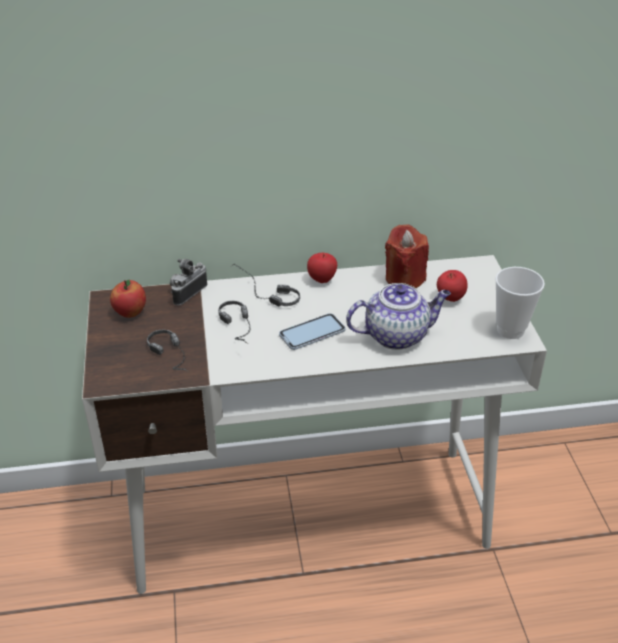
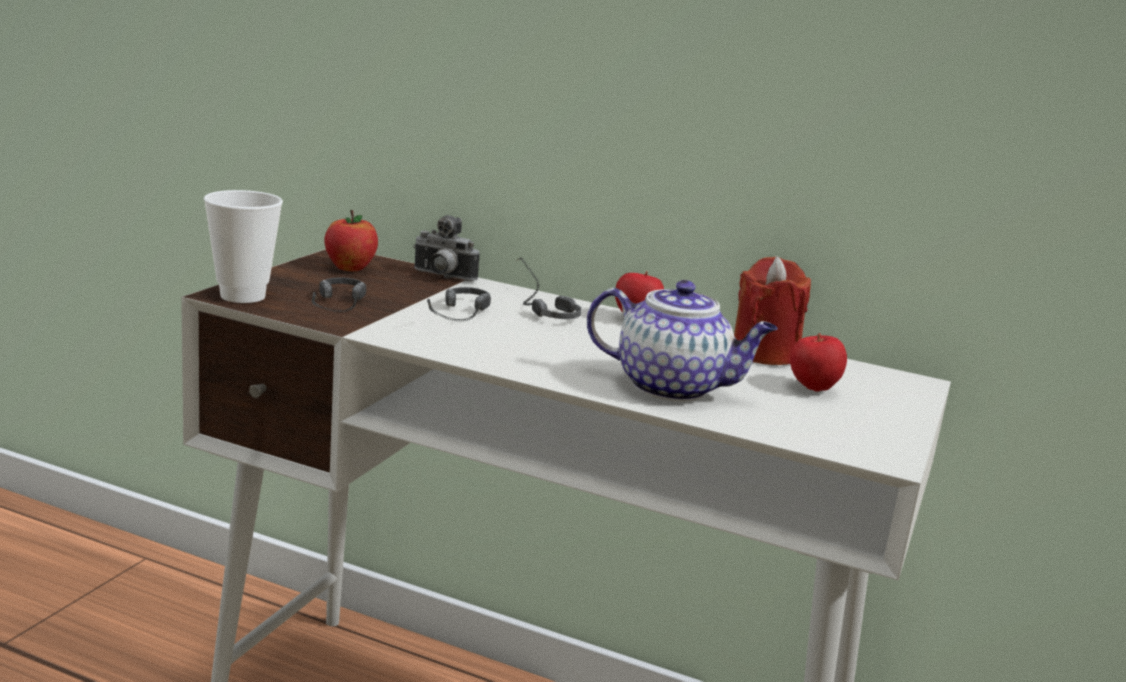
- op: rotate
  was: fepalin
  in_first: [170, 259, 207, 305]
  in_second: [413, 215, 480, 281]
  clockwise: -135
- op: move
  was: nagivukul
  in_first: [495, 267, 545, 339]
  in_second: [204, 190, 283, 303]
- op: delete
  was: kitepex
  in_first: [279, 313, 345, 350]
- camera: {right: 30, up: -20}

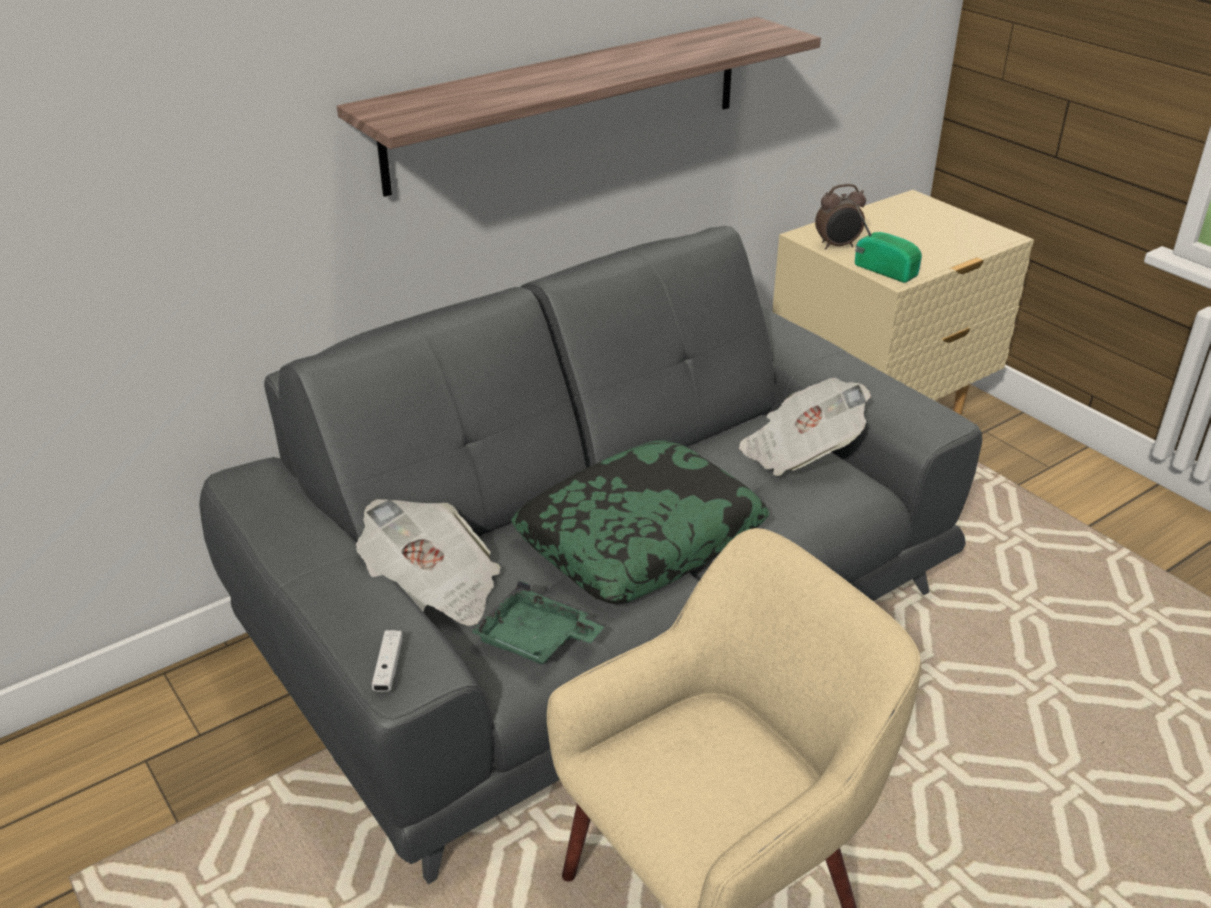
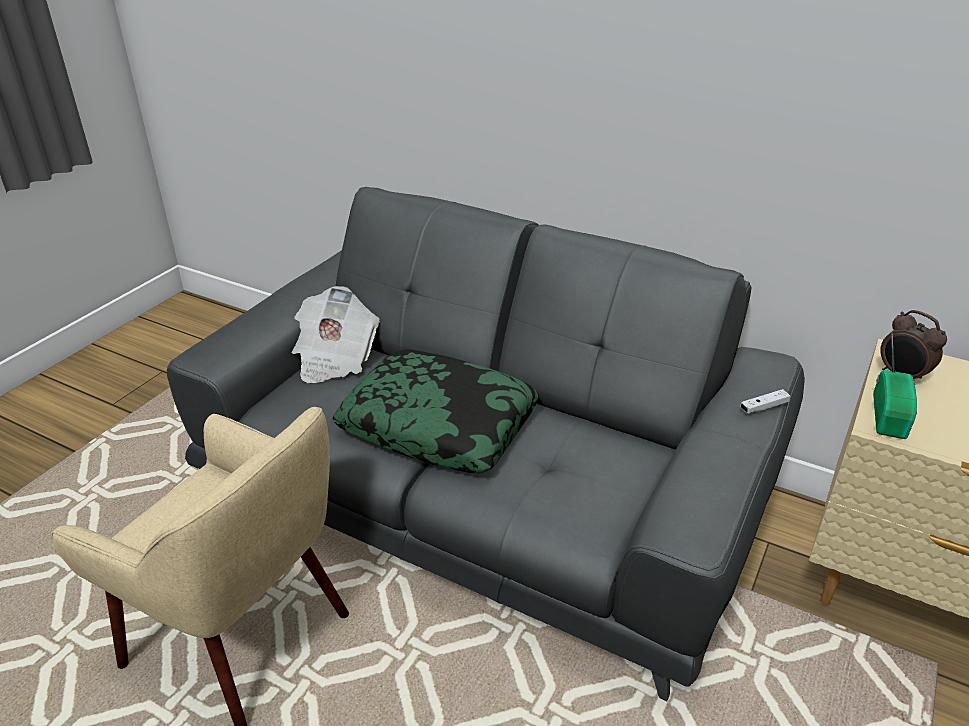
- op: delete
  was: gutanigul
  in_first: [337, 17, 821, 197]
- op: delete
  was: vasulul
  in_first: [739, 378, 871, 476]
- op: delete
  was: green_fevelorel
  in_first: [470, 580, 604, 664]
- op: move
  was: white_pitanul
  in_first: [372, 630, 403, 692]
  in_second: [740, 389, 791, 414]
- camera: {right: 65, up: 0}

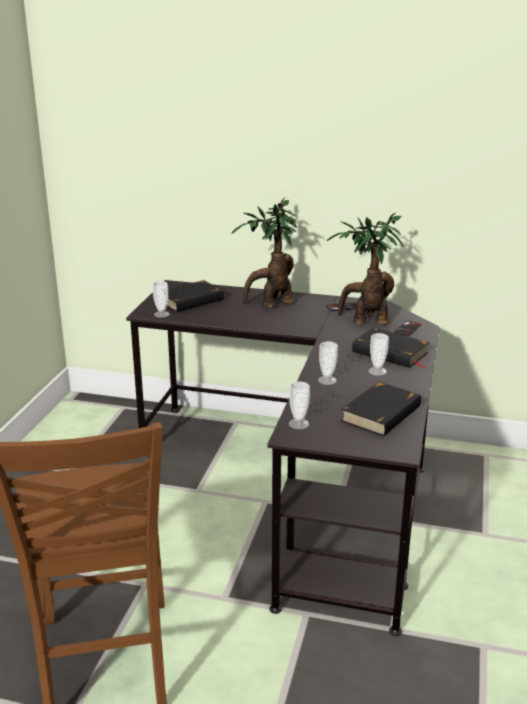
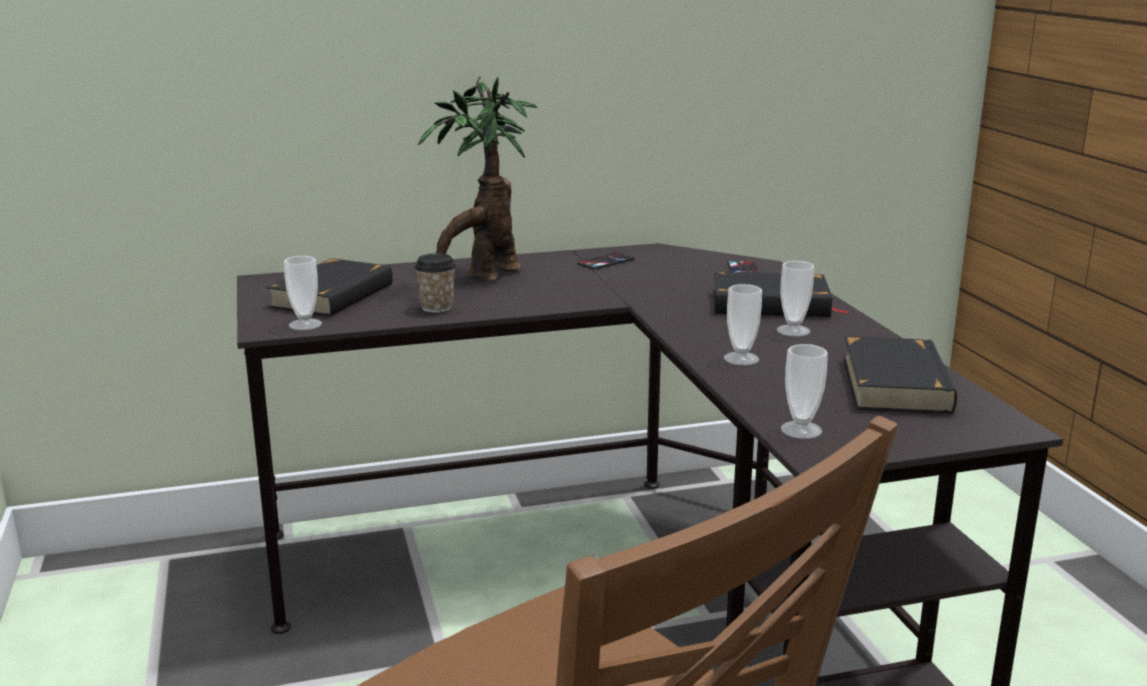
- op: delete
  was: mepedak
  in_first: [327, 213, 403, 325]
- op: insert
  now: nagivukul
  in_second: [415, 253, 456, 313]
- camera: {right: -30, up: -5}

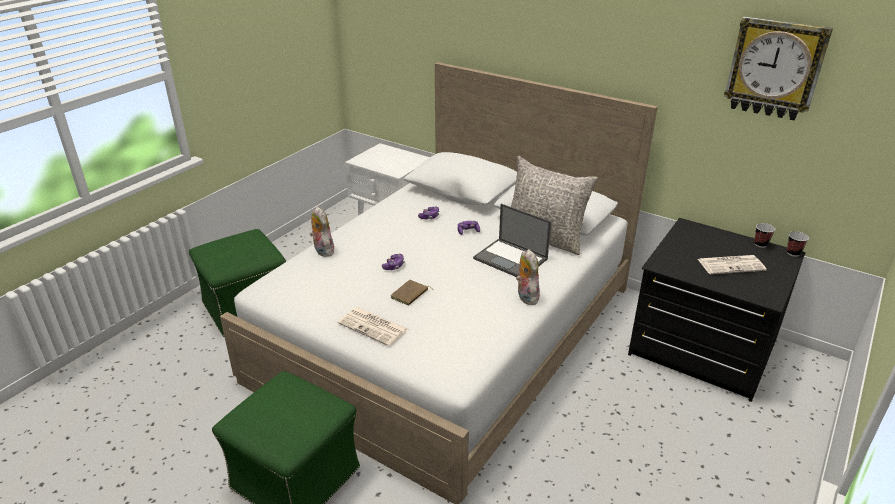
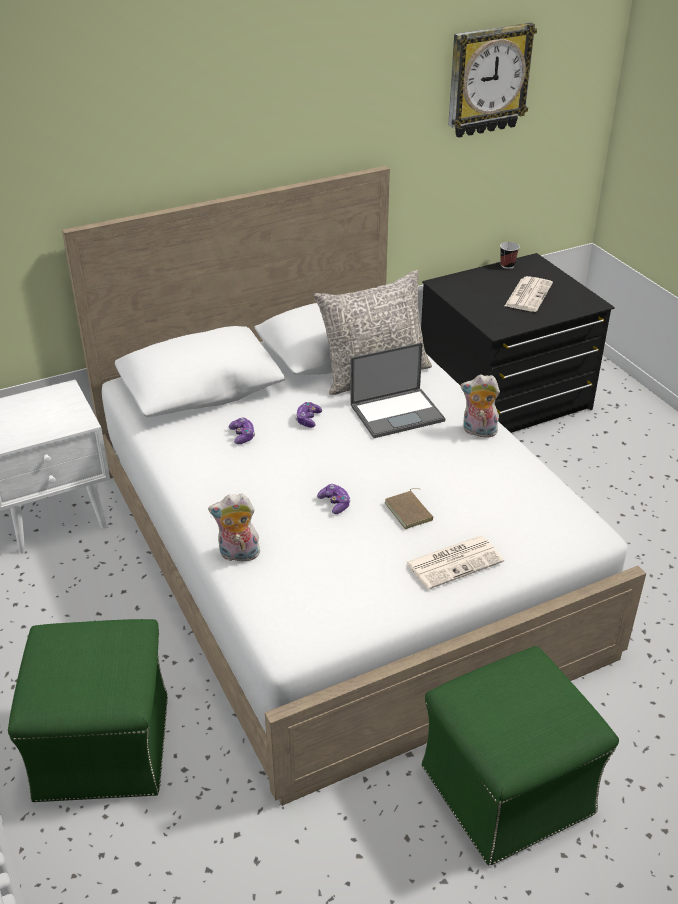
- op: delete
  was: nagivukul
  in_first: [787, 231, 809, 257]
- camera: {right: -60, up: 5}

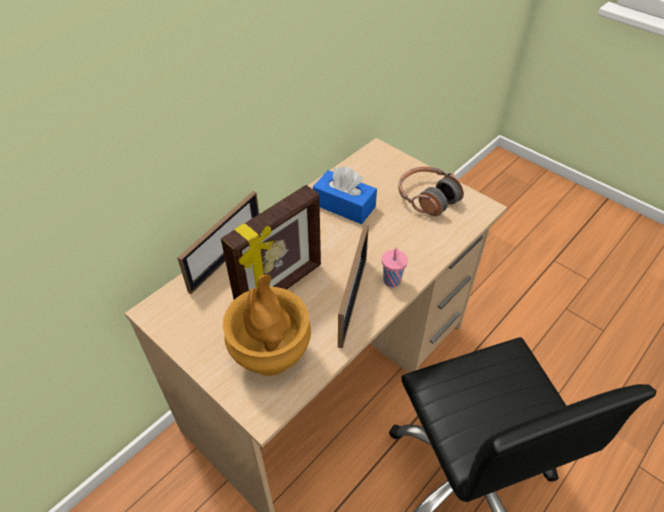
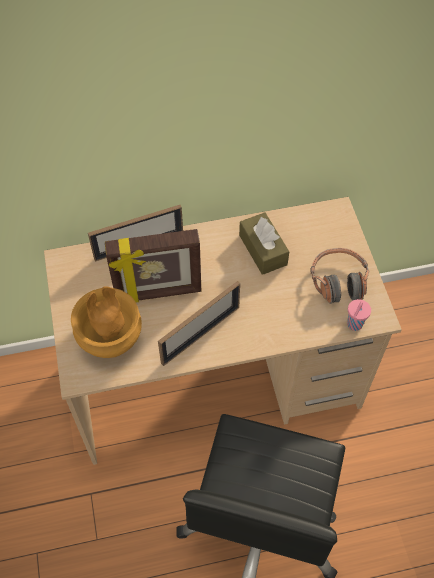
- op: recolor
  was: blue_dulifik
  now: brown_dulifik
  in_first: [313, 167, 377, 224]
  in_second: [239, 212, 289, 275]
- op: move
  was: pink_nagivukul
  in_first: [382, 247, 408, 288]
  in_second: [347, 299, 371, 331]
- camera: {right: 35, up: 10}

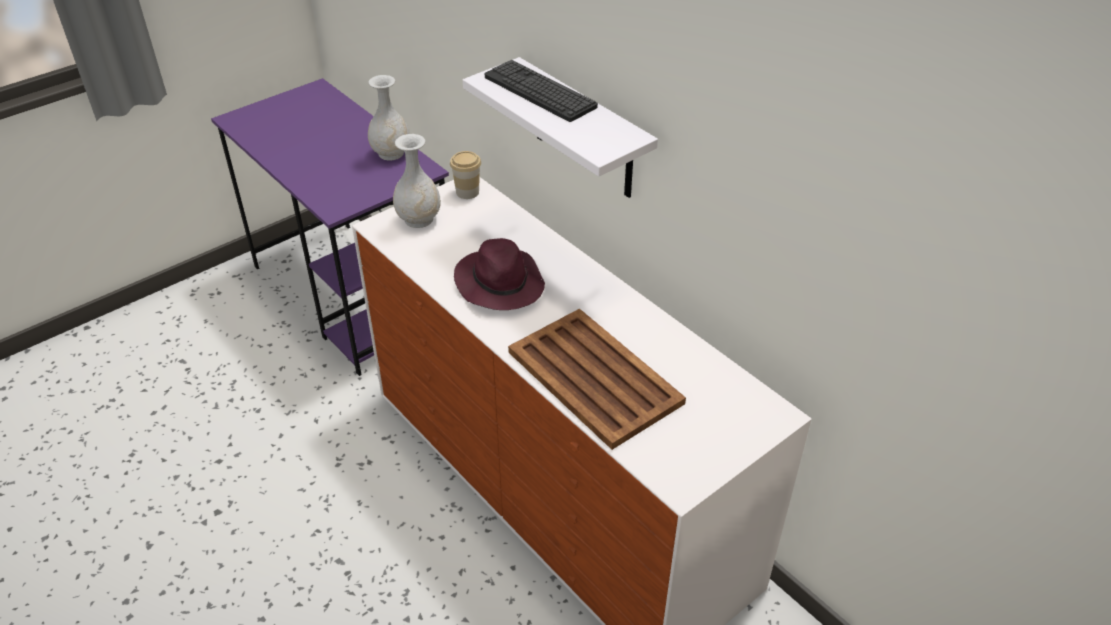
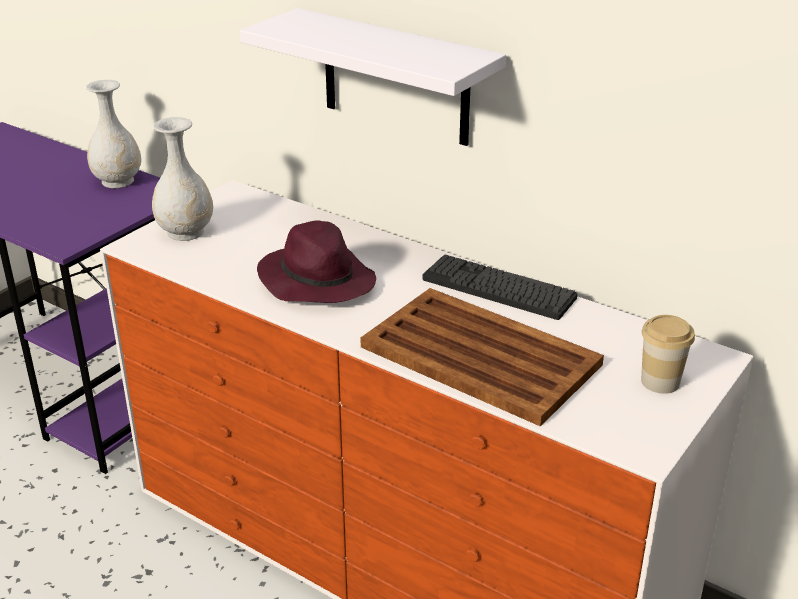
- op: move
  was: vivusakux
  in_first: [485, 60, 598, 122]
  in_second: [423, 255, 577, 320]
- op: move
  was: nagivukul
  in_first: [450, 151, 481, 199]
  in_second: [641, 315, 695, 394]
- camera: {right: -15, up: -10}

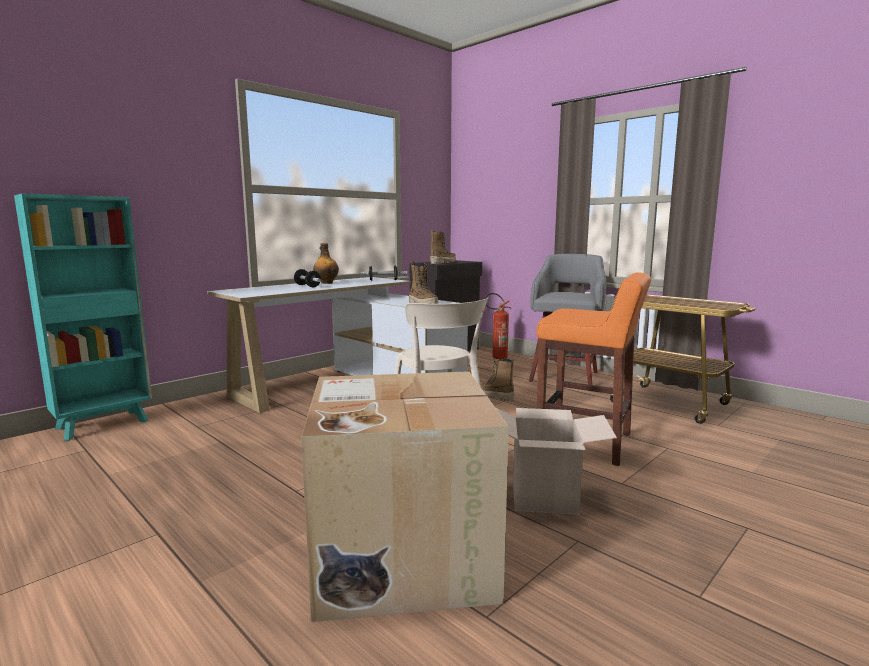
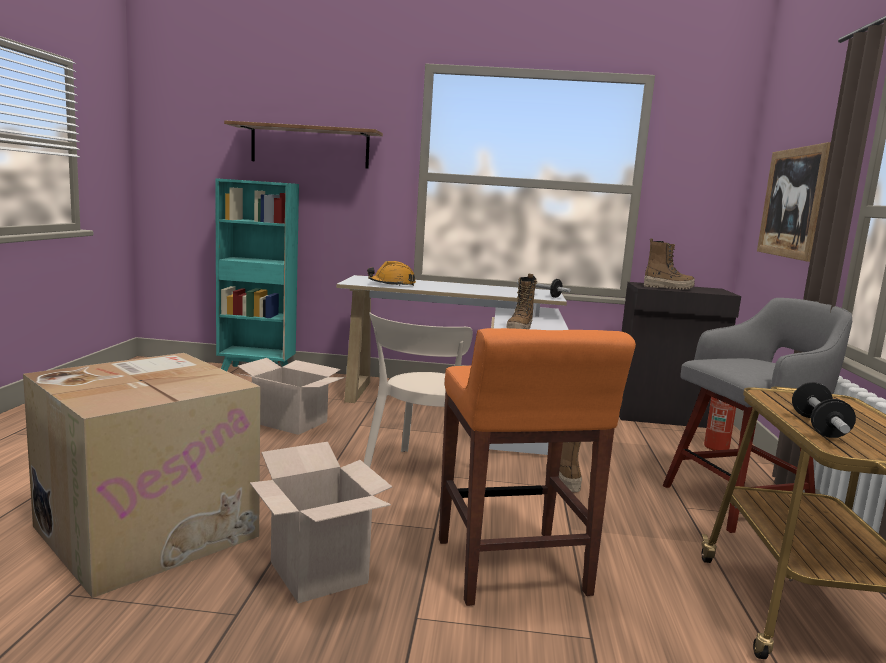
- op: delete
  was: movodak
  in_first: [313, 243, 339, 284]
- op: move
  was: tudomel
  in_first: [294, 269, 321, 287]
  in_second: [792, 382, 856, 438]
- op: insert
  now: gutanigul
  in_second: [224, 120, 383, 169]
- op: insert
  now: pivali
  in_second: [757, 142, 831, 262]
- op: insert
  now: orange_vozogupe
  in_second: [367, 261, 416, 286]
- op: insert
  now: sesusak
  in_second: [237, 358, 345, 435]
- camera: {right: 50, up: 0}

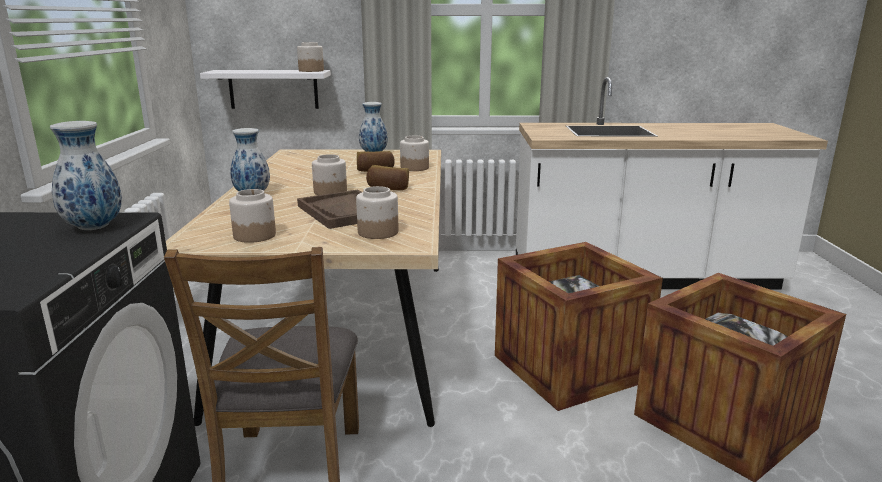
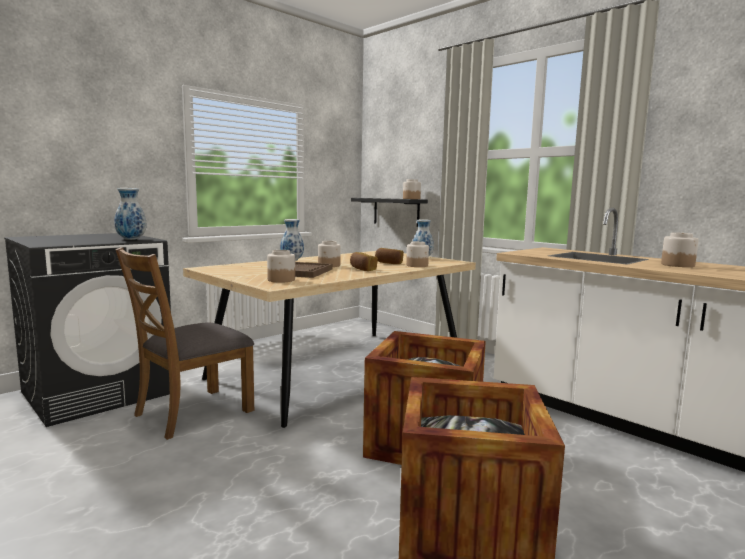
- op: recolor
  was: white_gutanigul
  now: black_gutanigul
  in_first: [200, 70, 331, 109]
  in_second: [351, 198, 428, 227]
- op: move
  was: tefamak
  in_first: [229, 189, 276, 243]
  in_second: [661, 233, 699, 267]
- camera: {right: 45, up: -10}

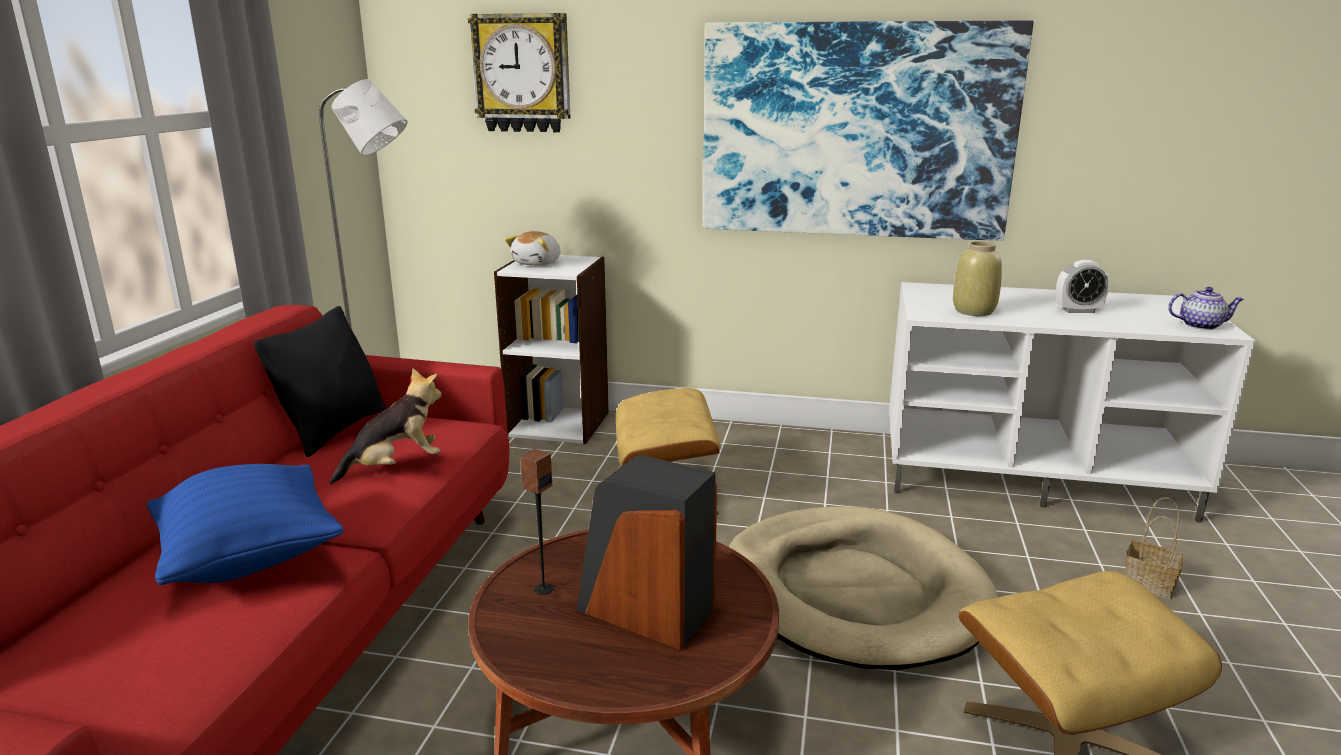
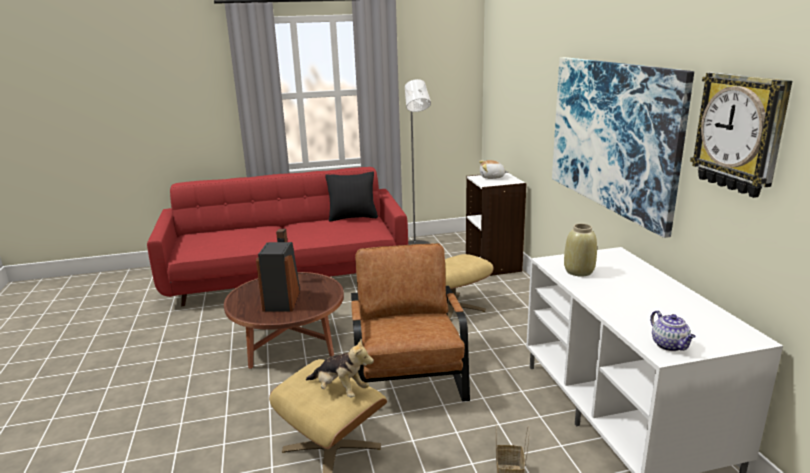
- op: move
  was: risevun
  in_first: [468, 13, 571, 132]
  in_second: [690, 72, 792, 198]
- op: delete
  was: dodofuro
  in_first: [1056, 260, 1110, 313]
- op: move
  was: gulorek
  in_first: [329, 368, 442, 485]
  in_second: [306, 339, 374, 398]
- op: delete
  was: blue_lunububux
  in_first: [147, 464, 344, 585]
- op: replace
  was: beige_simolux
  now: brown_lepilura
  in_first: [729, 506, 998, 670]
  in_second: [351, 243, 470, 402]
- camera: {right: 65, up: 0}

